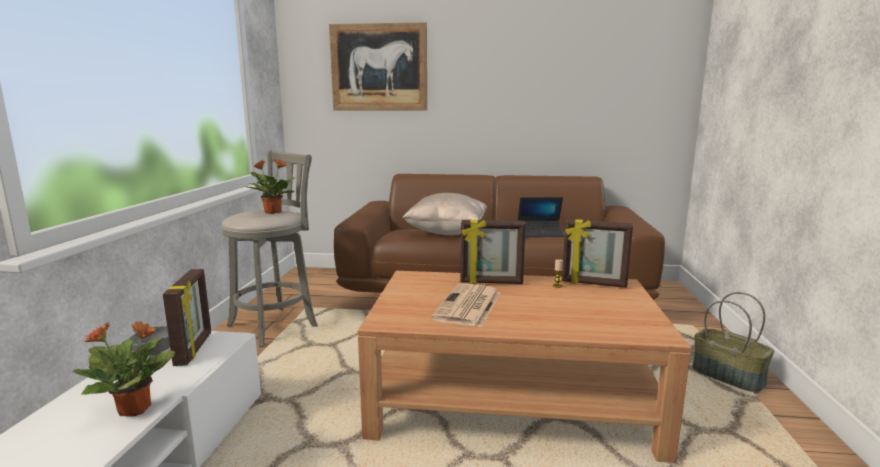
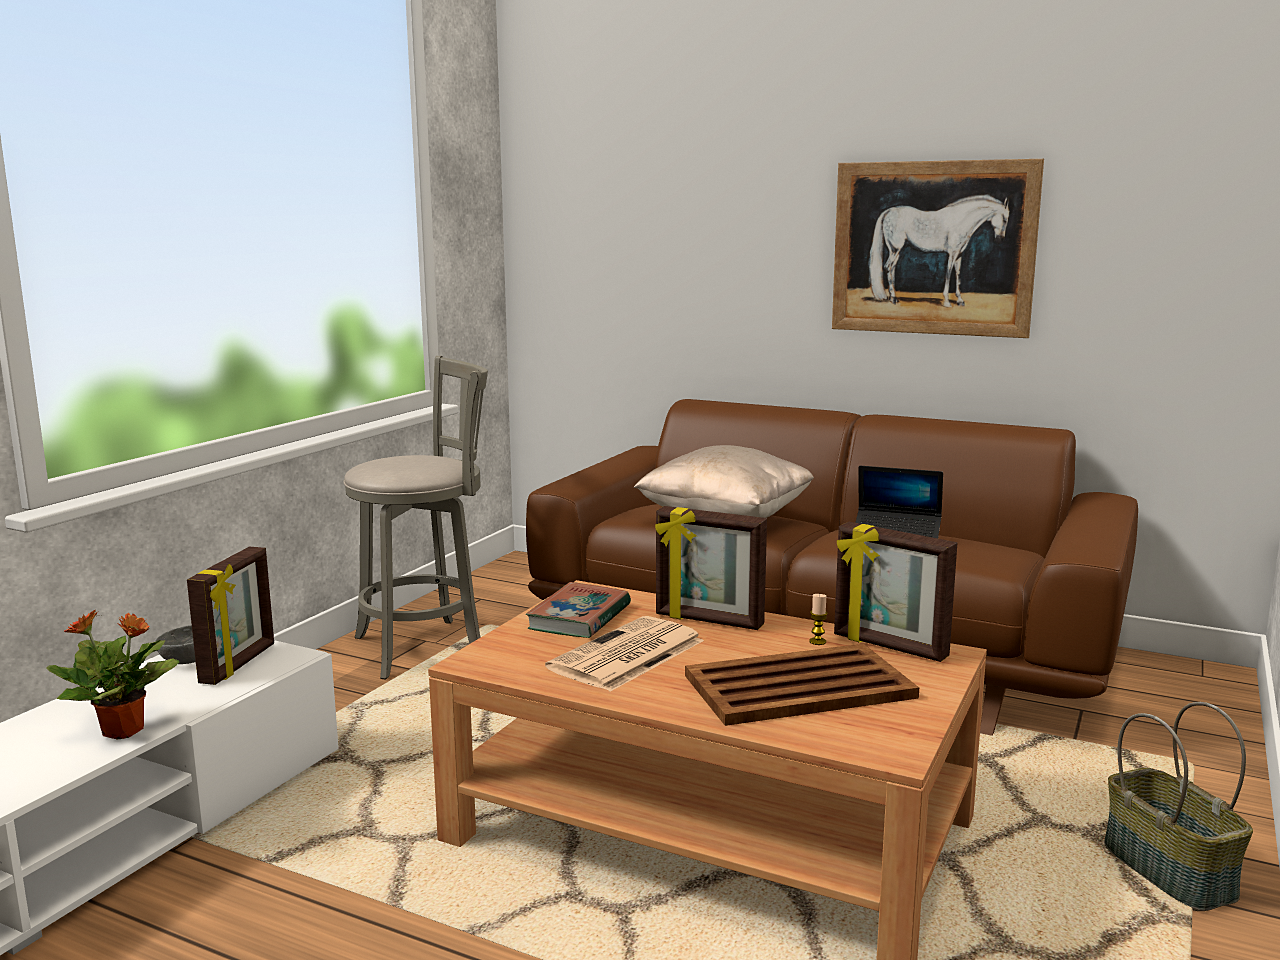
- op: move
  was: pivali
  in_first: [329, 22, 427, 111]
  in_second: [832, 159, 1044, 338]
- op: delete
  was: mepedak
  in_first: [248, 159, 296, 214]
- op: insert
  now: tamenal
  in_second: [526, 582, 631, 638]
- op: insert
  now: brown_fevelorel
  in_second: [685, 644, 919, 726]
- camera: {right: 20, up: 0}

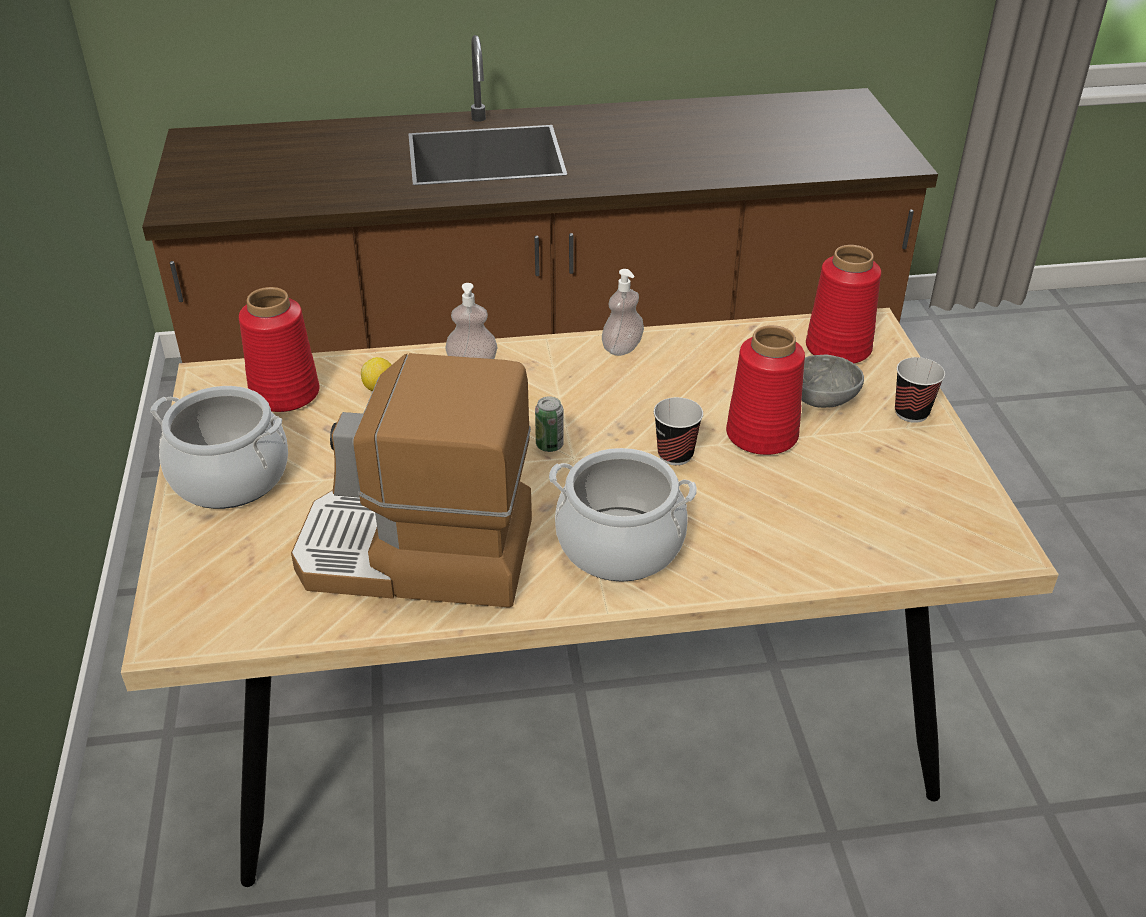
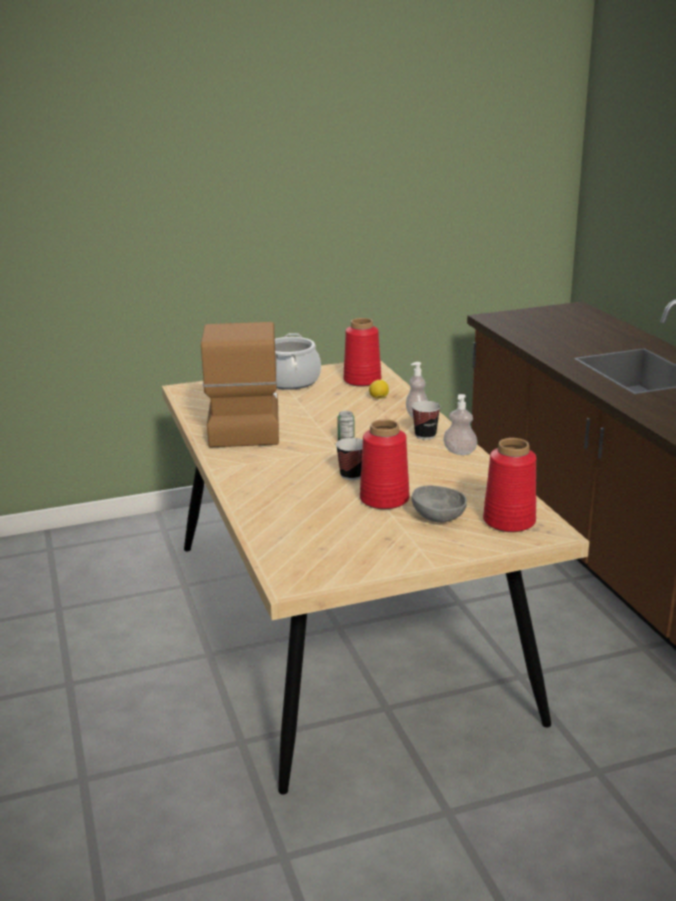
- op: move
  was: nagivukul
  in_first: [895, 357, 945, 423]
  in_second: [412, 401, 441, 440]
- op: delete
  was: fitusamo
  in_first: [549, 448, 697, 582]
- camera: {right: 80, up: -15}

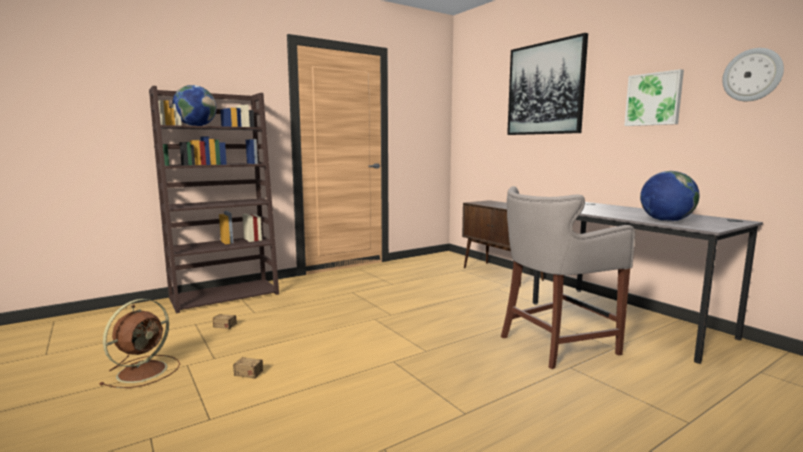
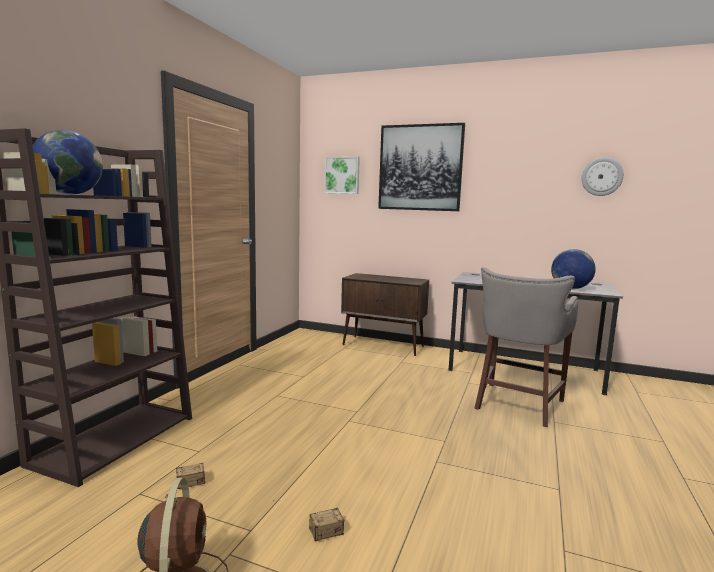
- op: move
  was: pivali
  in_first: [624, 69, 684, 126]
  in_second: [324, 156, 360, 194]
- camera: {right: -35, up: 0}

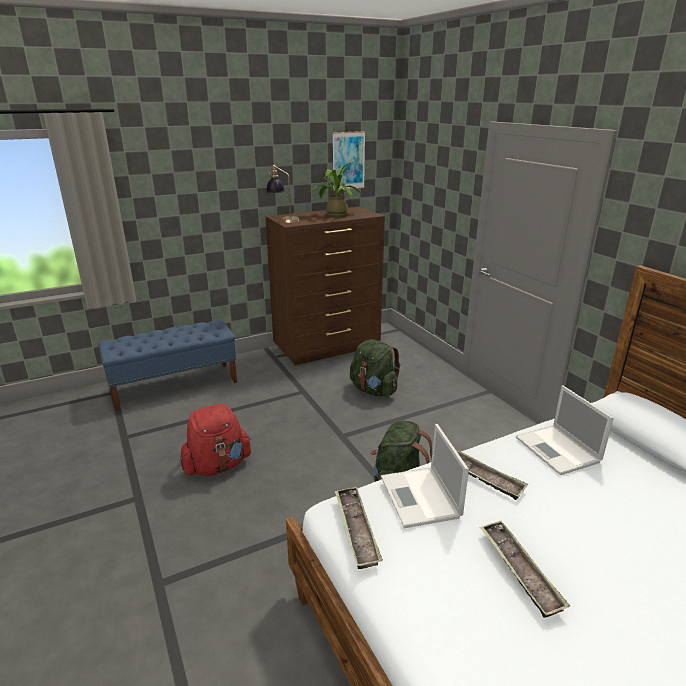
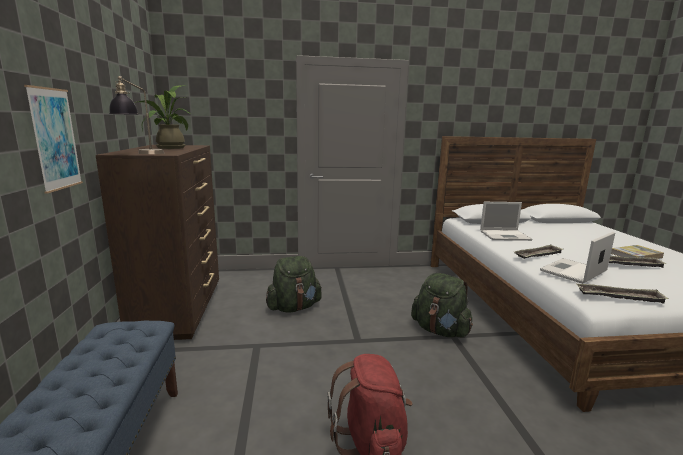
- op: move
  was: pivali
  in_first: [332, 131, 365, 191]
  in_second: [24, 85, 83, 194]
- op: rotate
  was: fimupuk
  in_first: [381, 424, 469, 528]
  in_second: [540, 232, 615, 284]
  clockwise: 135
- op: insert
  now: tamenal
  in_second: [611, 245, 664, 259]
- camera: {right: -70, up: -10}

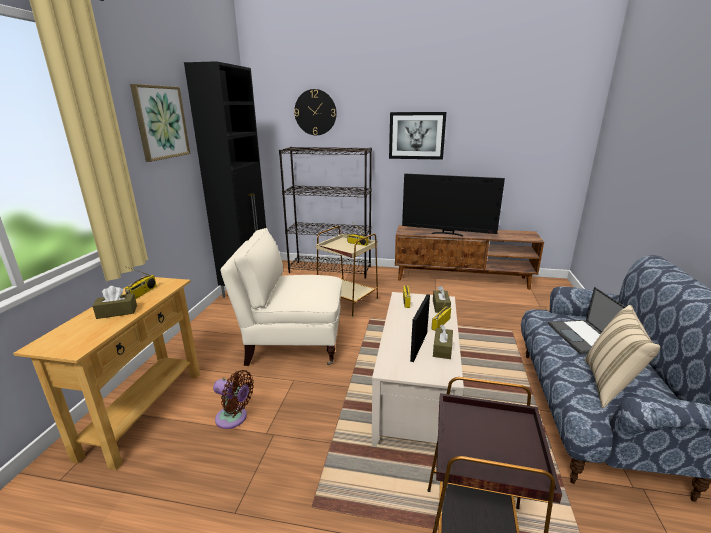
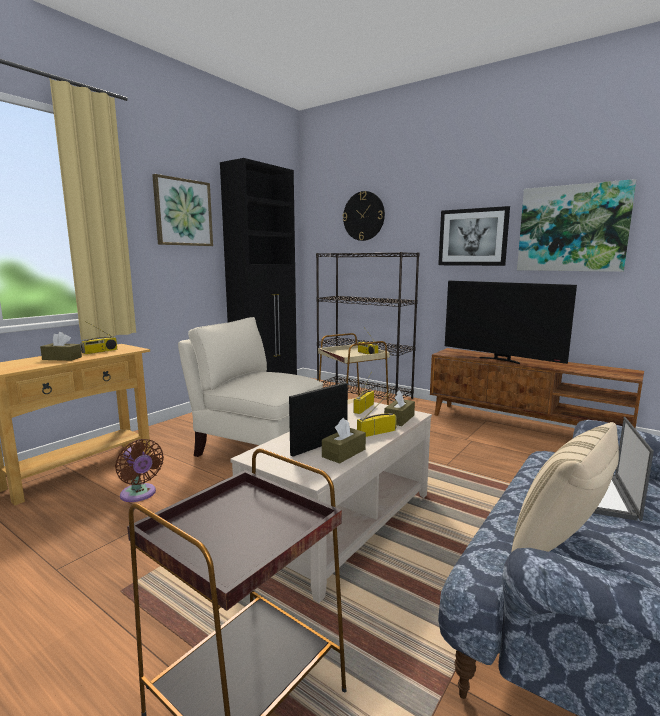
- op: insert
  now: pivali
  in_second: [517, 179, 636, 272]
- camera: {right: 25, up: -10}

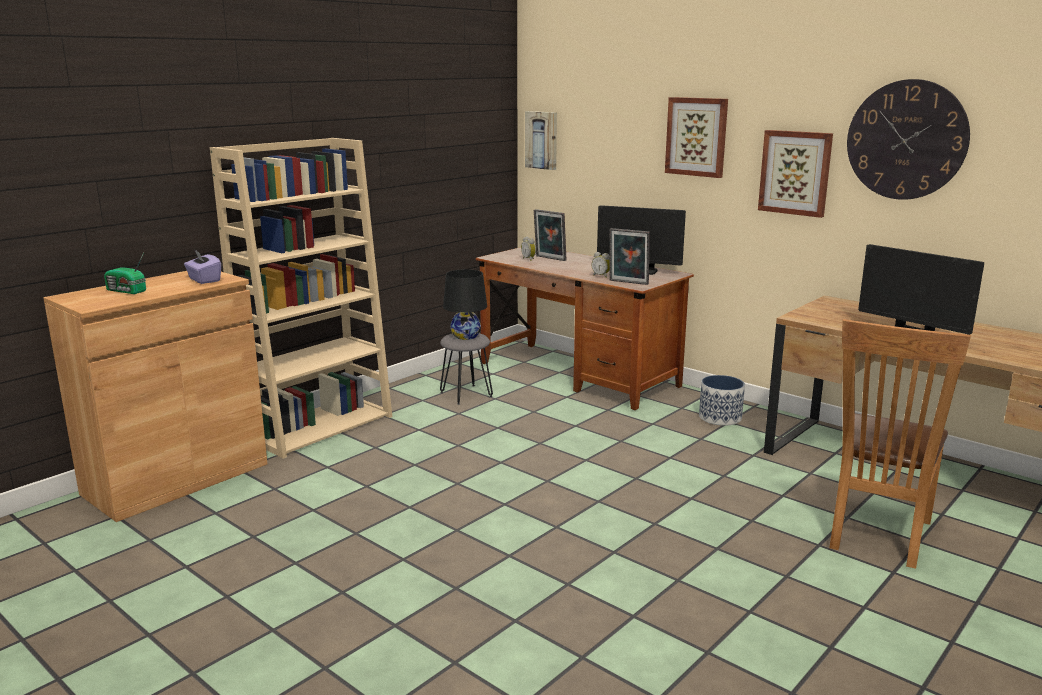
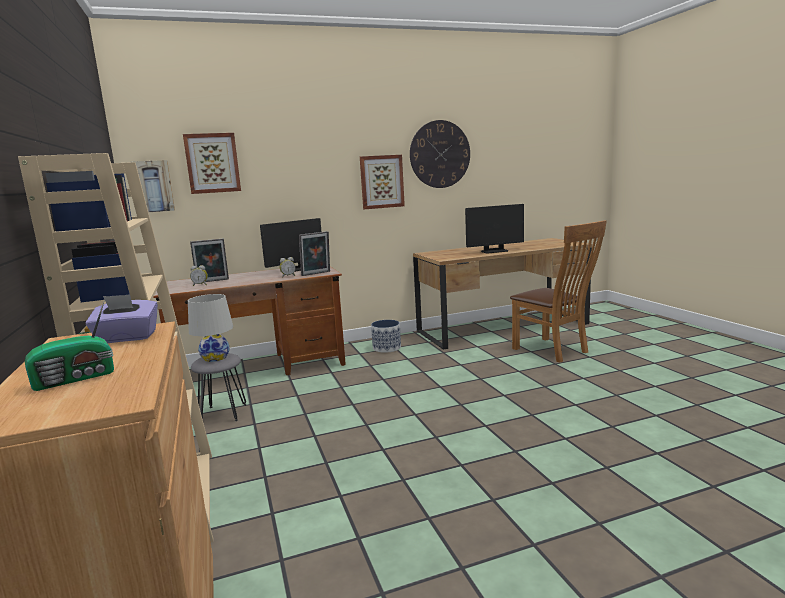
- op: move
  was: pivali
  in_first: [665, 97, 728, 178]
  in_second: [183, 133, 241, 194]
- op: recolor
  was: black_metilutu
  now: white_metilutu
  in_first: [443, 269, 487, 340]
  in_second: [188, 294, 233, 362]
- camera: {right: -60, up: -5}

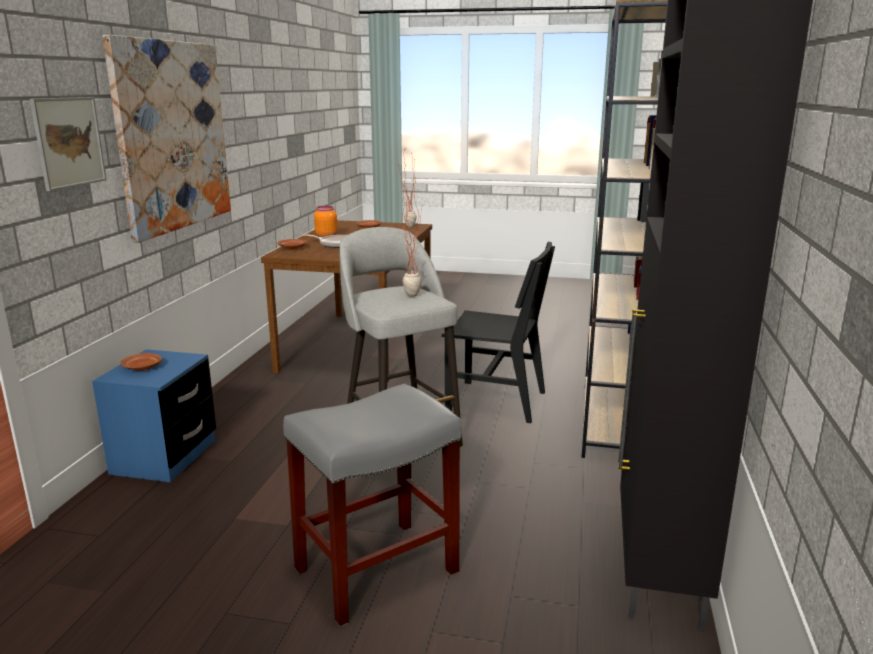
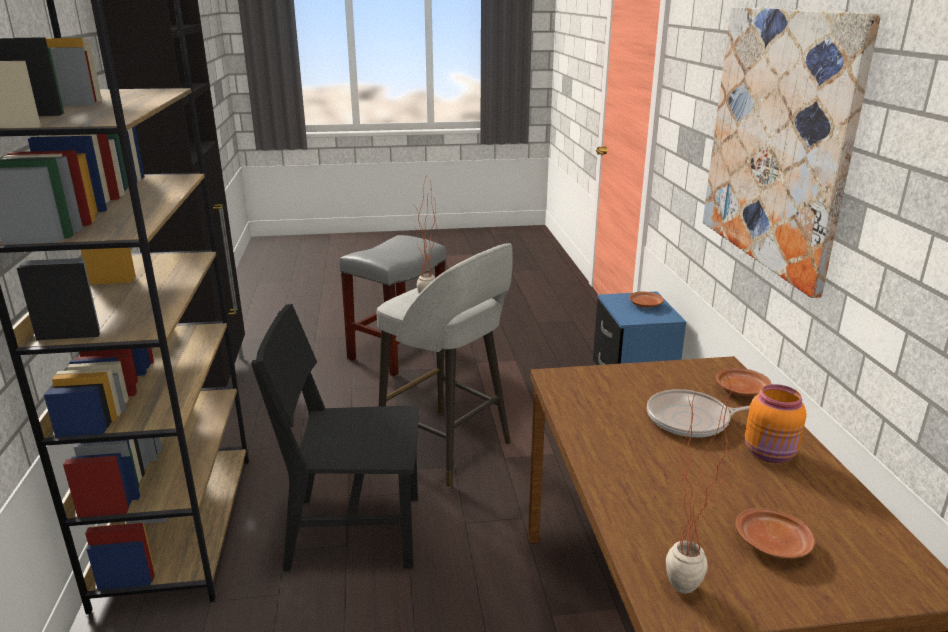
- op: delete
  was: pivali
  in_first: [30, 97, 107, 191]
- camera: {right: 160, up: 5}

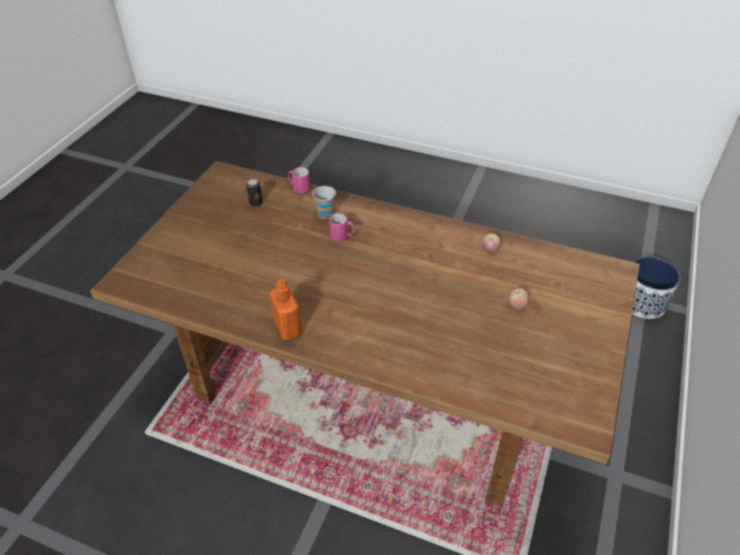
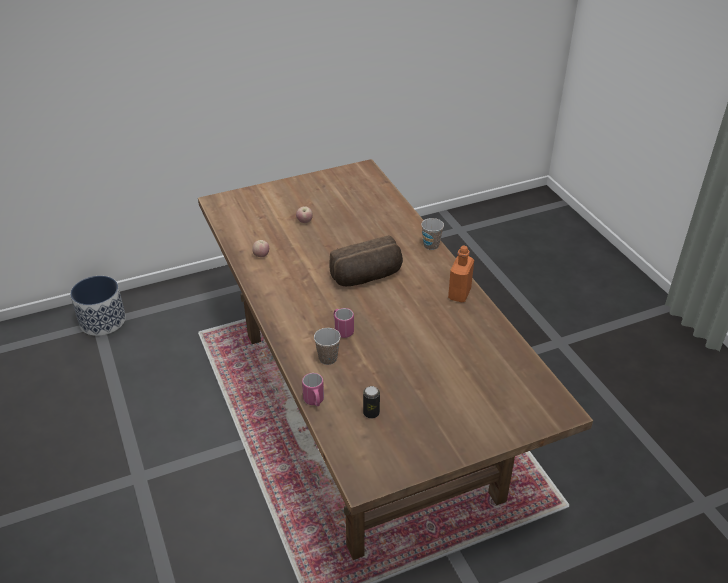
- op: insert
  now: nagivukul
  in_second: [421, 218, 444, 250]
- op: insert
  now: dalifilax
  in_second: [330, 235, 403, 286]
- camera: {right: -135, up: -5}

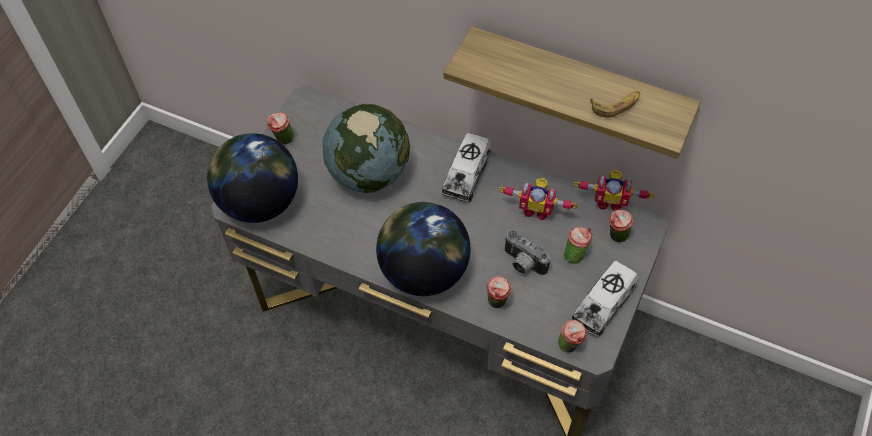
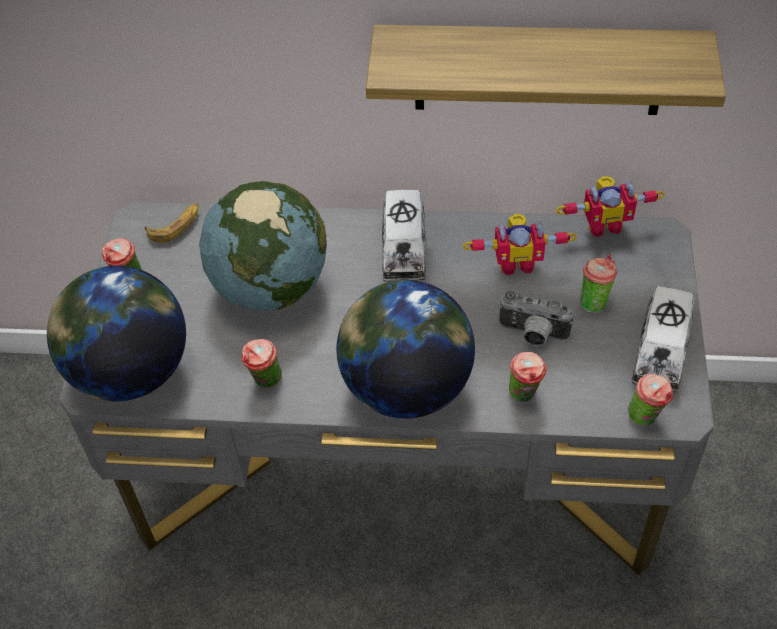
- op: move
  was: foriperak
  in_first: [591, 91, 640, 118]
  in_second: [145, 204, 199, 242]
- op: move
  was: nagivukul
  in_first: [609, 210, 634, 243]
  in_second: [241, 339, 282, 388]
- camera: {right: -20, up: -5}

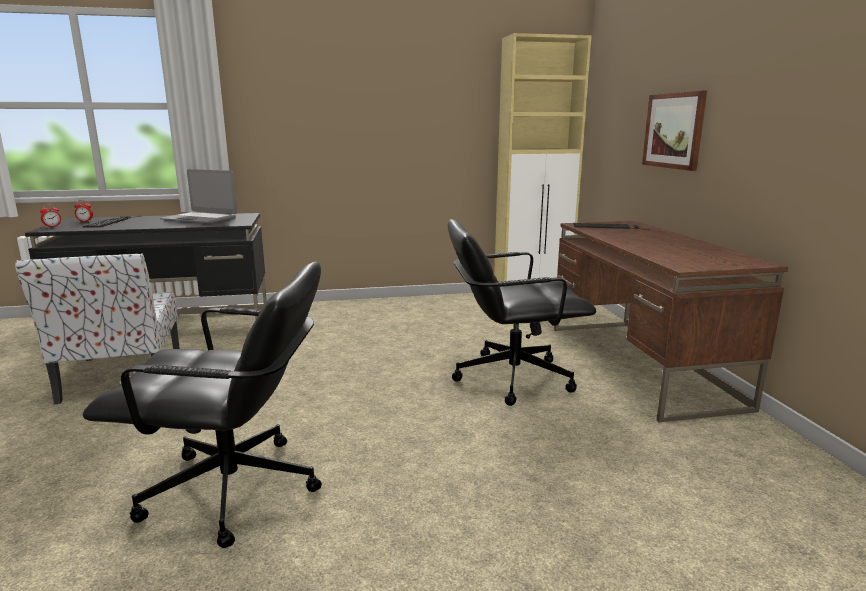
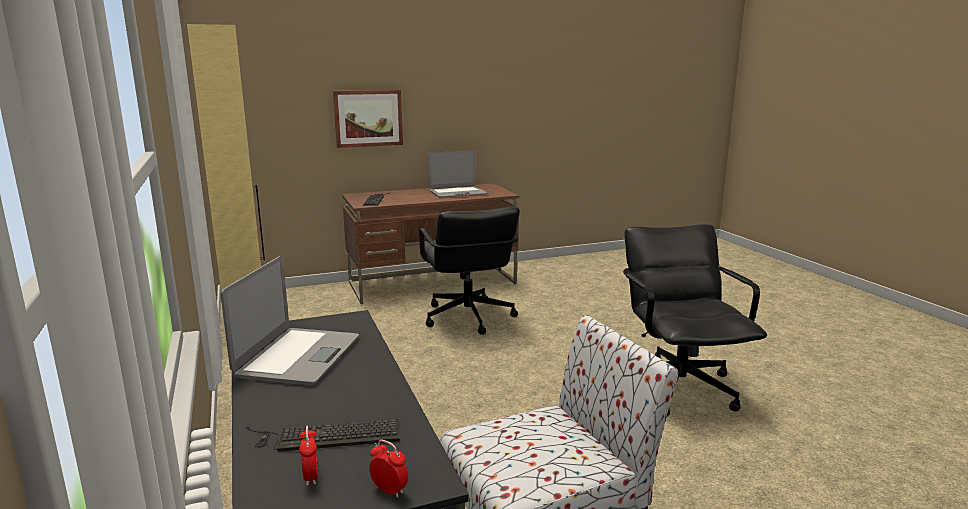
- op: insert
  now: fimupuk
  in_second: [428, 150, 487, 198]
- camera: {right: -100, up: 0}

